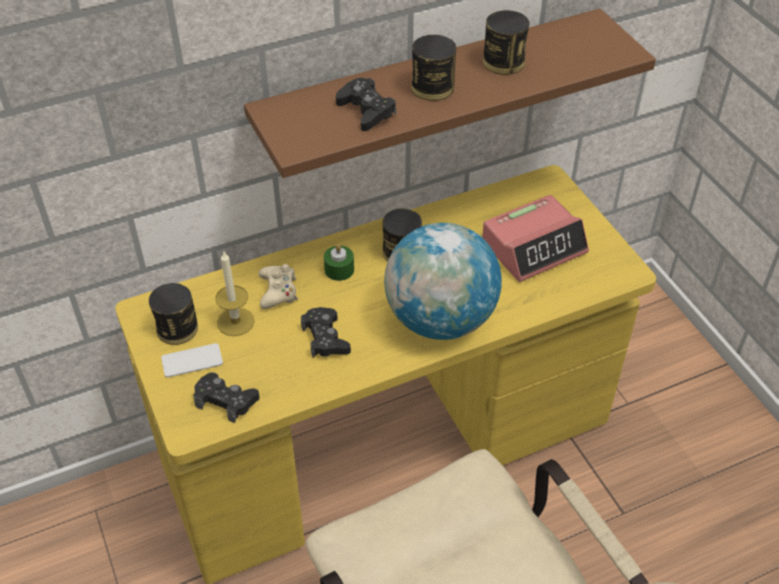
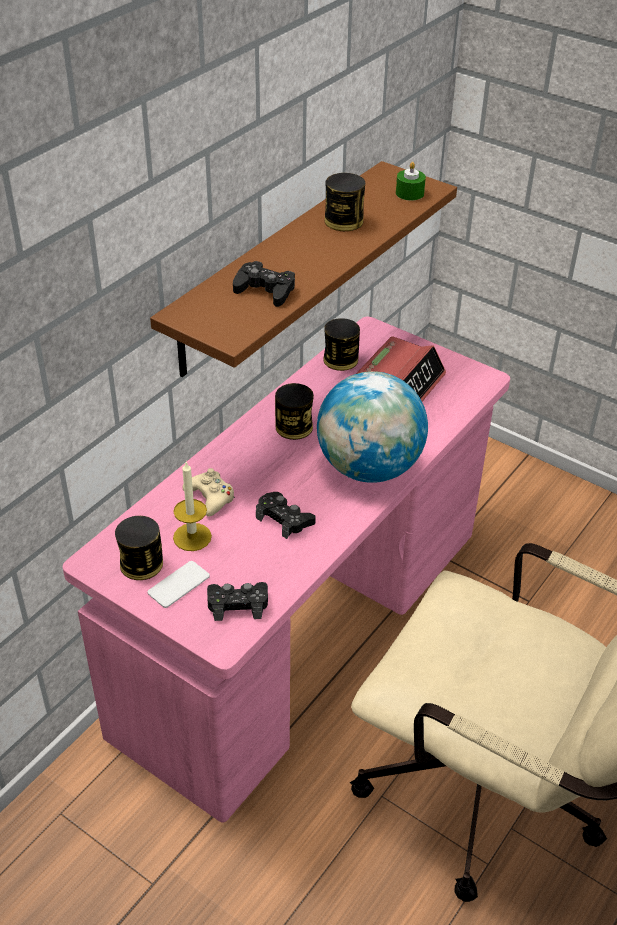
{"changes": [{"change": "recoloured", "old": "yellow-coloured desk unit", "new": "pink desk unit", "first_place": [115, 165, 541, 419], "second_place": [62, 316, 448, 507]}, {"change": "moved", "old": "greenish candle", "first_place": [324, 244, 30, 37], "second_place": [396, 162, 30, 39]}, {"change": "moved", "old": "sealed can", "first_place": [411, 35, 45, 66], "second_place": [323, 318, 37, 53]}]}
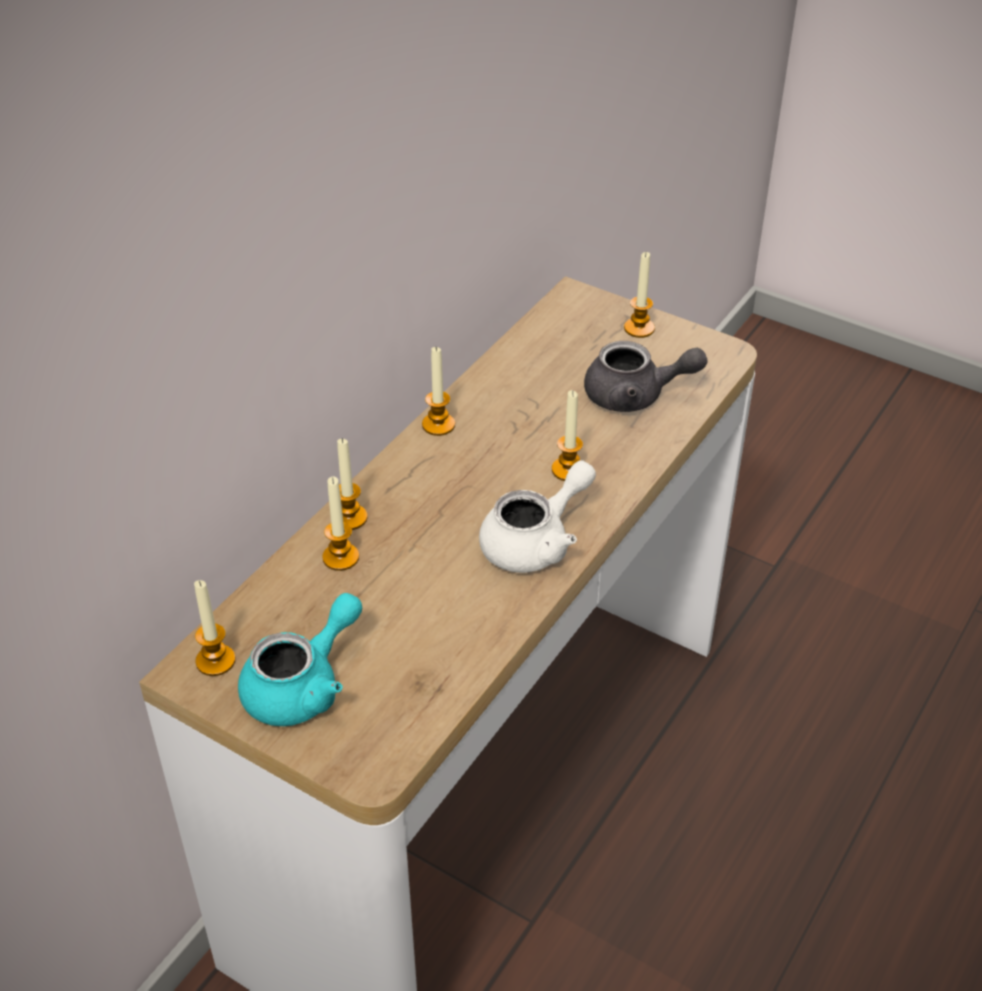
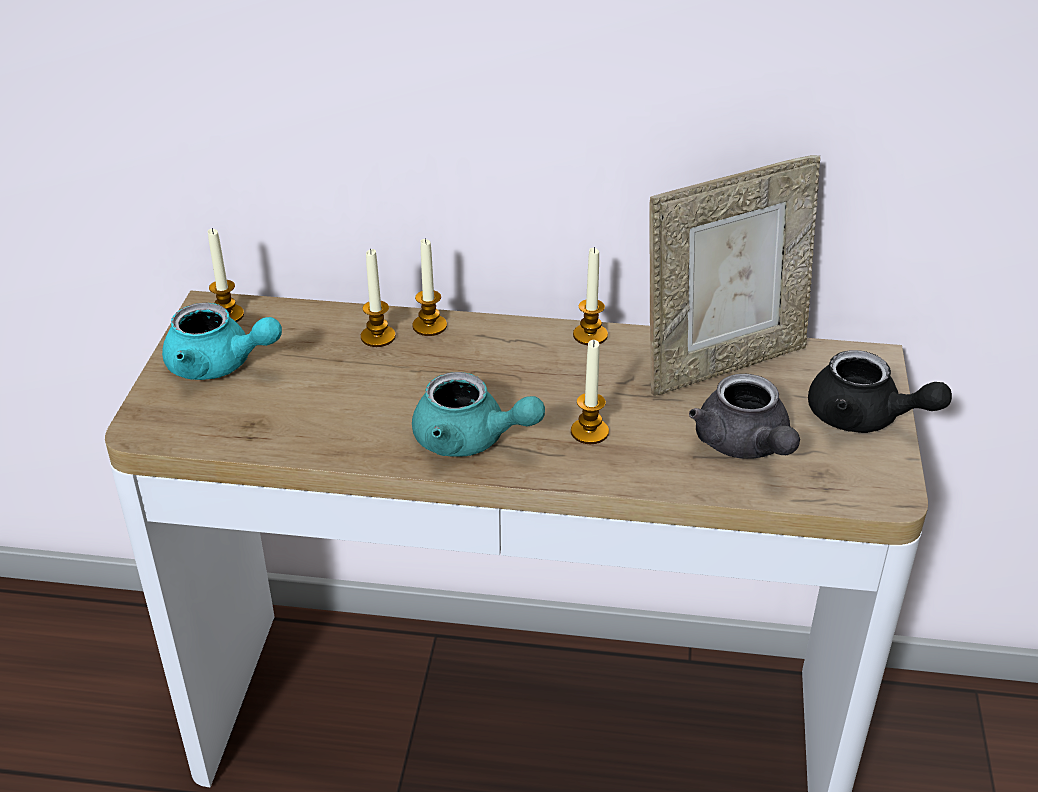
{"changes": [{"change": "recoloured", "old": "white tea pot", "new": "blue-green tea pot", "first_place": [479, 461, 117, 112], "second_place": [412, 372, 133, 85]}, {"change": "replaced", "old": "candle", "new": "black tea pot", "first_place": [624, 252, 31, 86], "second_place": [808, 350, 144, 83]}, {"change": "added", "new": "standing frame", "second_place": [649, 155, 171, 241]}]}
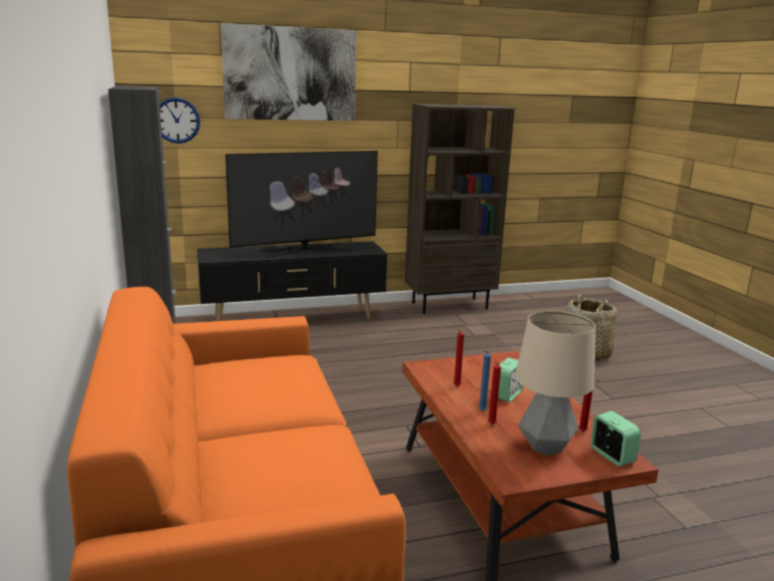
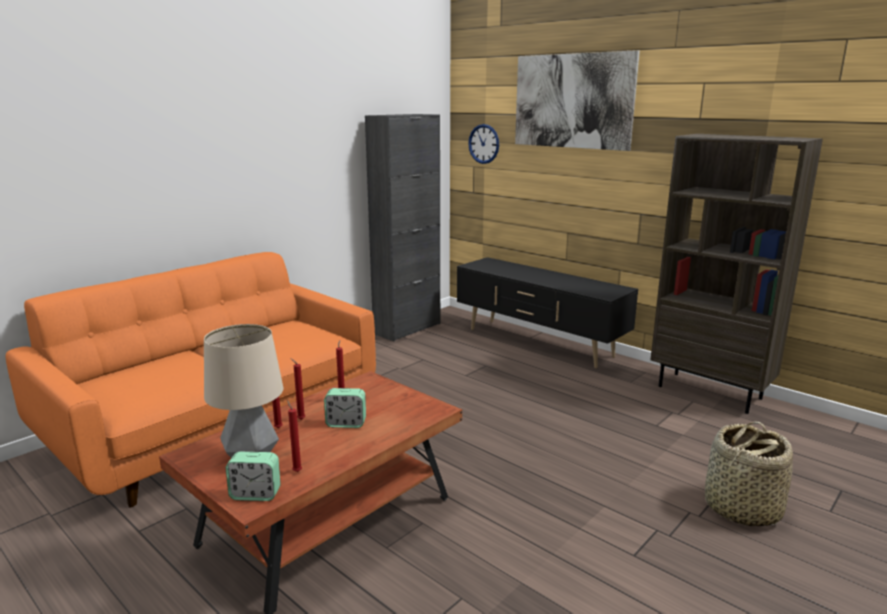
{"changes": [{"change": "removed", "old": "television", "first_place": [225, 151, 153, 107]}, {"change": "recoloured", "old": "blue-coloured candle", "new": "reddish candle", "first_place": [479, 350, 12, 61], "second_place": [290, 358, 15, 62]}, {"change": "turned", "old": "bedside clock", "first_place": [591, 411, 50, 55], "second_place": [226, 452, 55, 49], "degrees": 60}]}
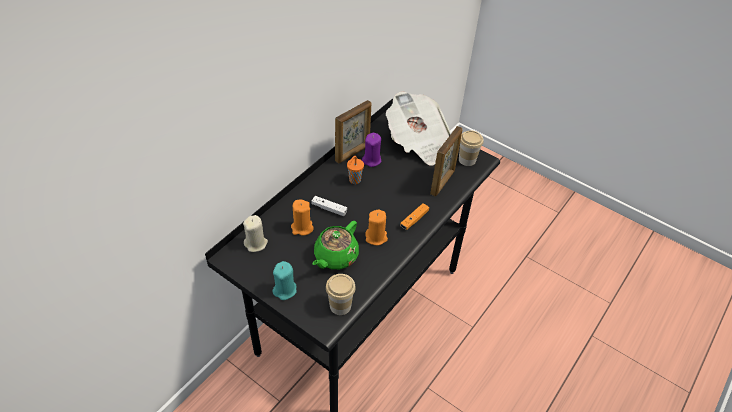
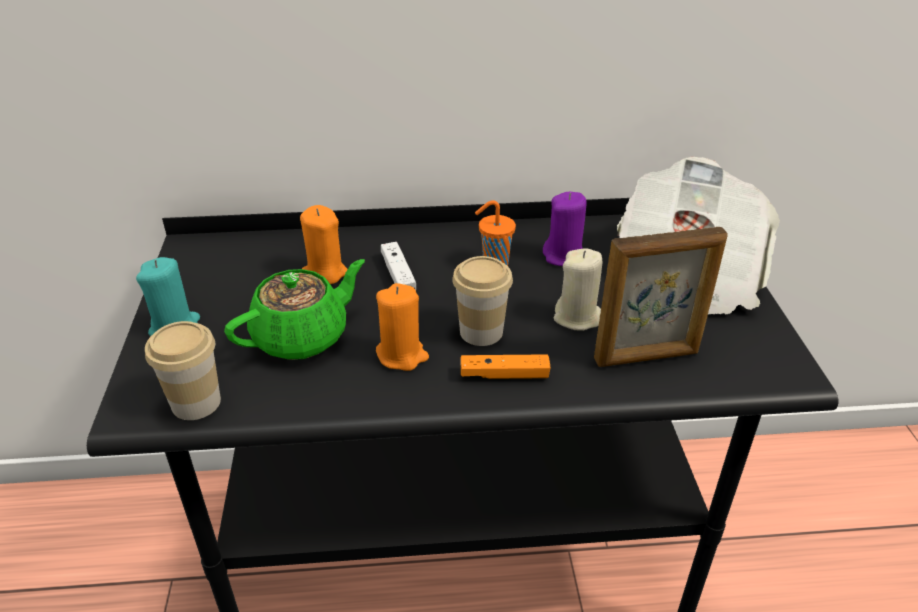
{"changes": [{"change": "moved", "old": "sand-coloured candle", "first_place": [243, 215, 25, 37], "second_place": [554, 248, 48, 82]}, {"change": "turned", "old": "greenish tea pot", "first_place": [312, 221, 47, 48], "second_place": [224, 259, 141, 101], "degrees": 150}, {"change": "removed", "old": "standing frame", "first_place": [335, 100, 37, 64]}, {"change": "moved", "old": "drinking cup", "first_place": [459, 131, 25, 35], "second_place": [452, 256, 61, 90]}]}
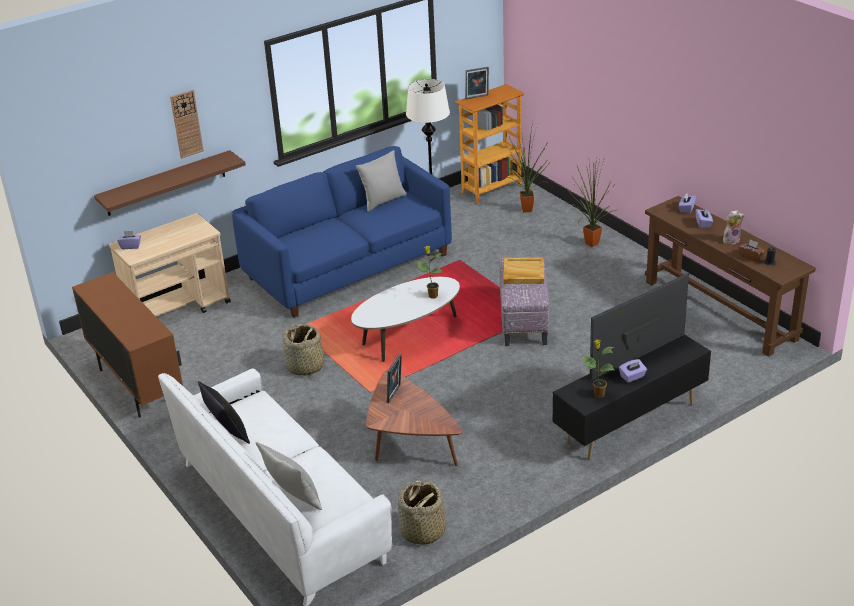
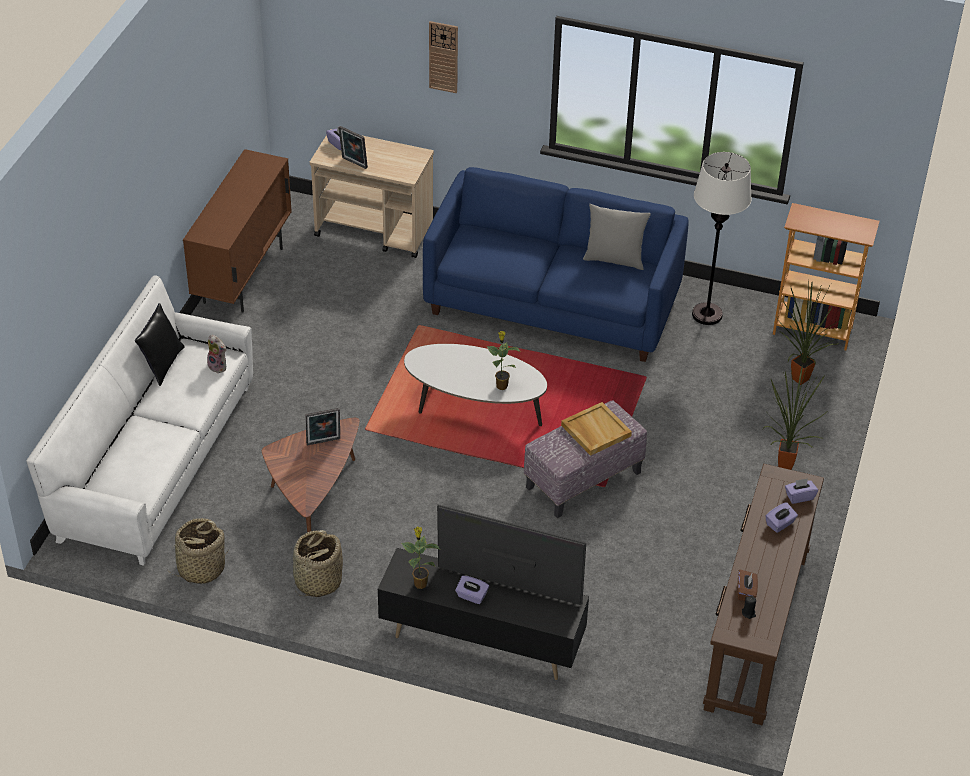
{"changes": [{"change": "removed", "old": "brown-coloured bracket shelf", "first_place": [94, 150, 152, 66]}, {"change": "removed", "old": "grey cushion", "first_place": [256, 442, 66, 68]}, {"change": "moved", "old": "household basket", "first_place": [283, 324, 42, 52], "second_place": [293, 530, 50, 67]}, {"change": "moved", "old": "standing frame", "first_place": [465, 67, 24, 32], "second_place": [338, 126, 30, 43]}, {"change": "moved", "old": "cuddly toy", "first_place": [723, 210, 22, 34], "second_place": [207, 335, 19, 38]}]}
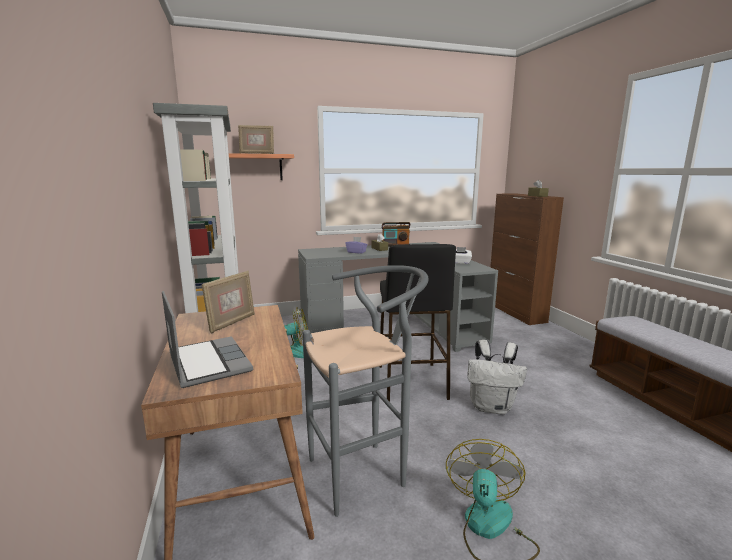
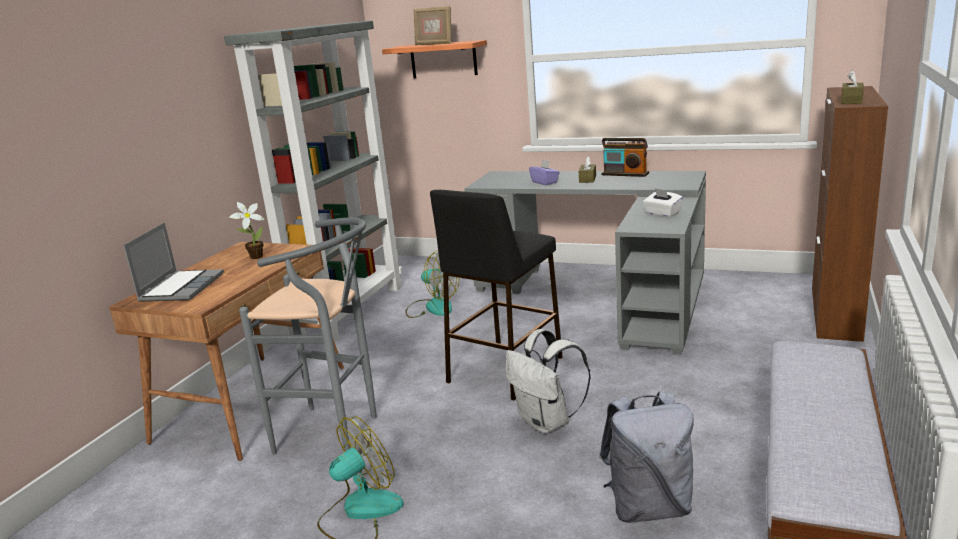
{"changes": [{"change": "replaced", "old": "standing frame", "new": "potted plant", "first_place": [202, 271, 53, 63], "second_place": [229, 202, 36, 57]}, {"change": "added", "new": "grey knapsack", "second_place": [599, 391, 95, 132]}]}
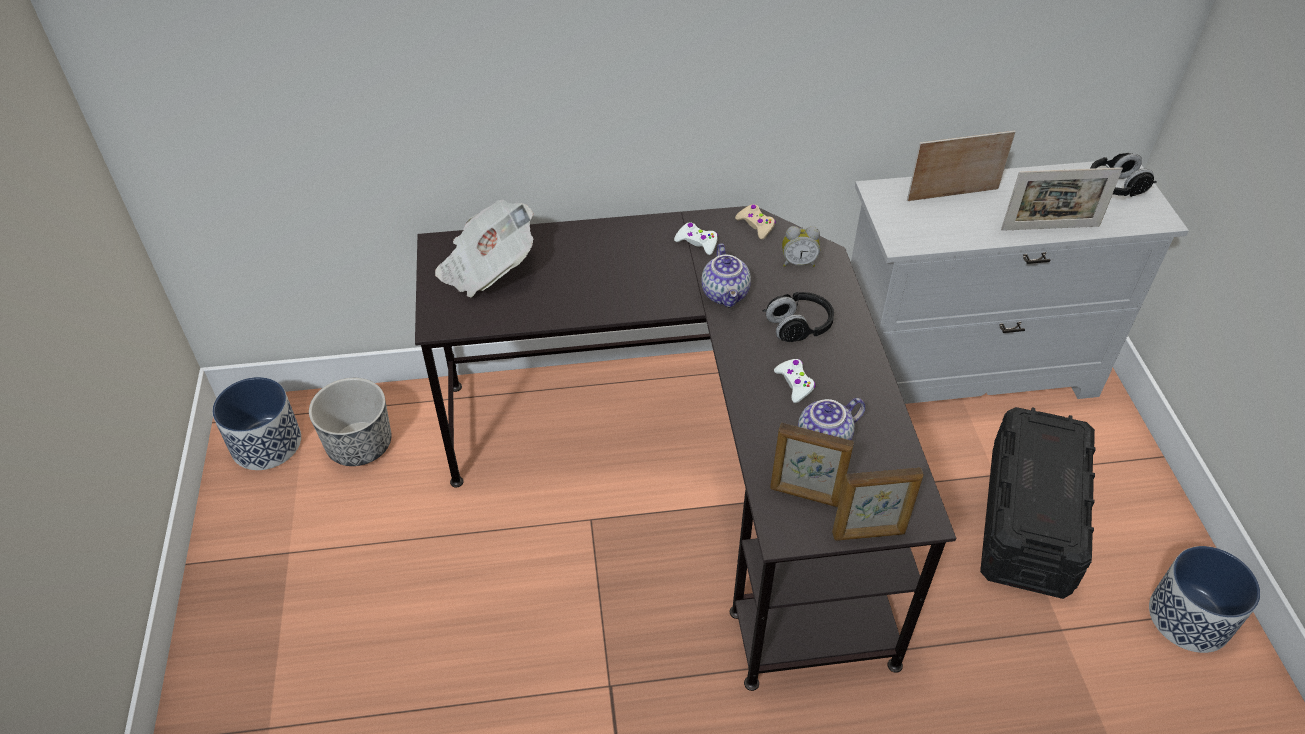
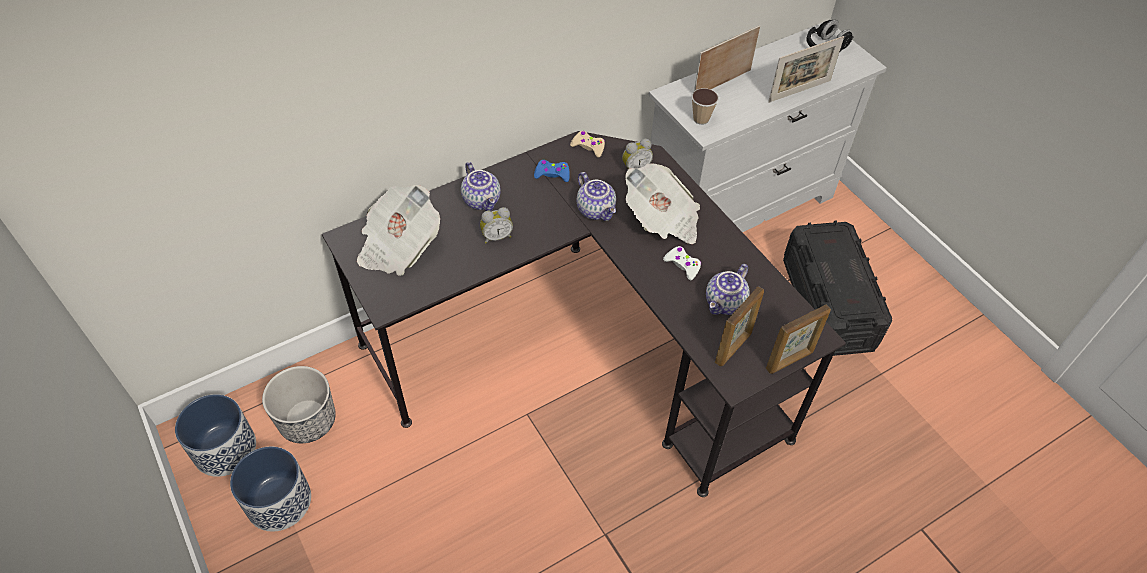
{"changes": [{"change": "recoloured", "old": "white joypad", "new": "blue-coloured joypad", "first_place": [674, 222, 44, 33], "second_place": [534, 160, 36, 22]}, {"change": "replaced", "old": "black pair of headphones", "new": "printed paper", "first_place": [763, 292, 71, 50], "second_place": [625, 163, 75, 81]}, {"change": "turned", "old": "standing frame", "first_place": [770, 423, 84, 84], "second_place": [715, 286, 49, 80], "degrees": -45}, {"change": "moved", "old": "flower pot", "first_place": [1149, 546, 111, 107], "second_place": [230, 446, 81, 86]}, {"change": "added", "new": "tea pot", "second_place": [461, 162, 40, 49]}, {"change": "added", "new": "bedside clock", "second_place": [480, 207, 33, 36]}, {"change": "added", "new": "drinking cup", "second_place": [692, 88, 27, 37]}]}
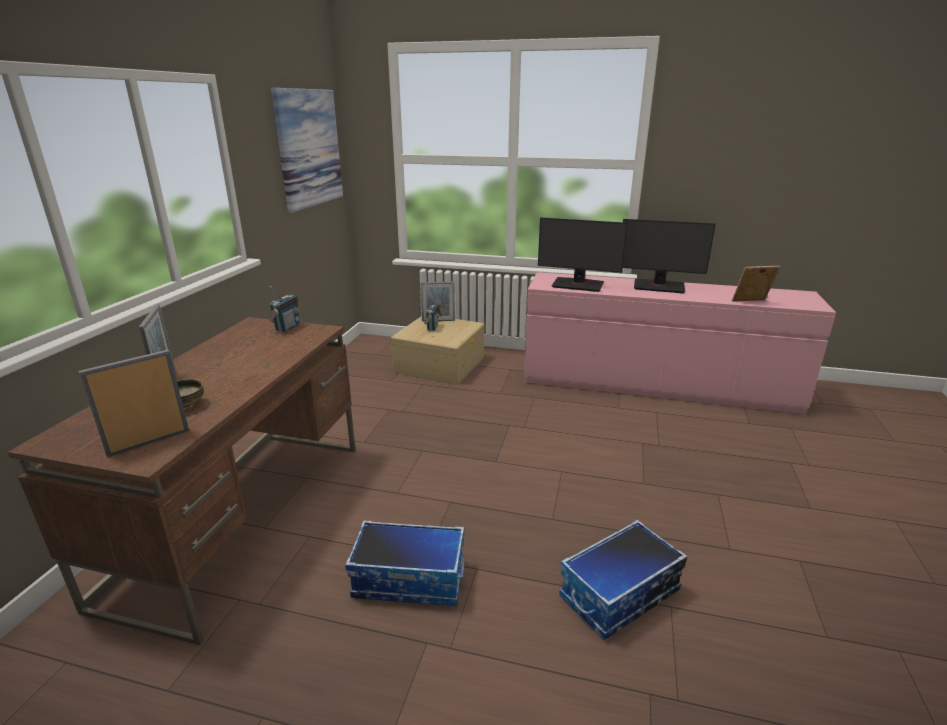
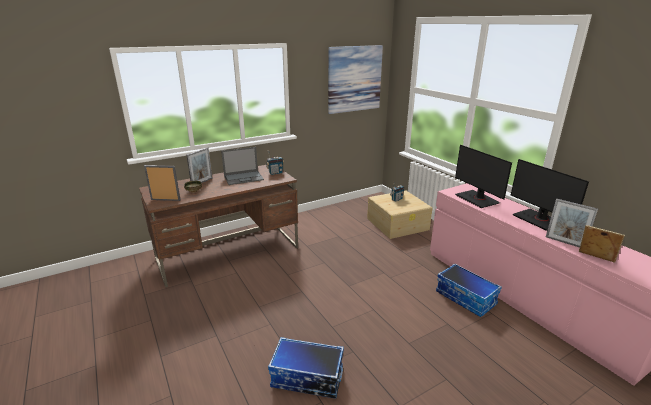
{"changes": [{"change": "moved", "old": "storage box", "first_place": [345, 520, 120, 86], "second_place": [436, 263, 66, 54]}, {"change": "moved", "old": "standing frame", "first_place": [420, 282, 35, 40], "second_place": [546, 198, 52, 50]}, {"change": "added", "new": "laptop", "second_place": [221, 147, 43, 38]}]}
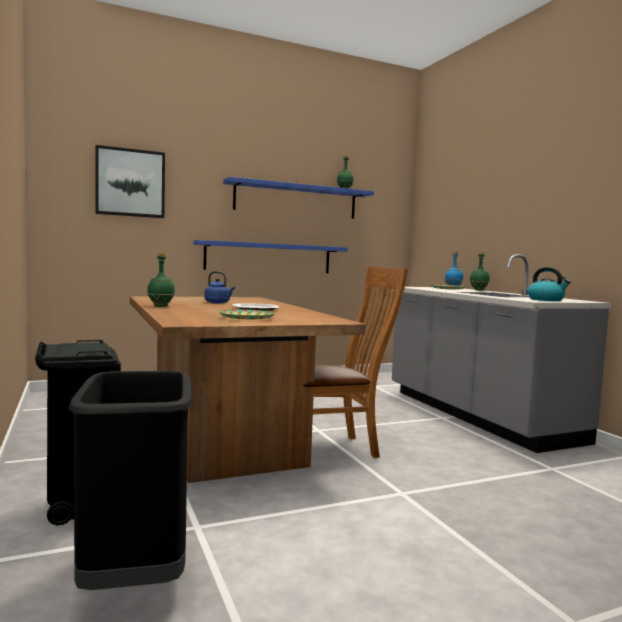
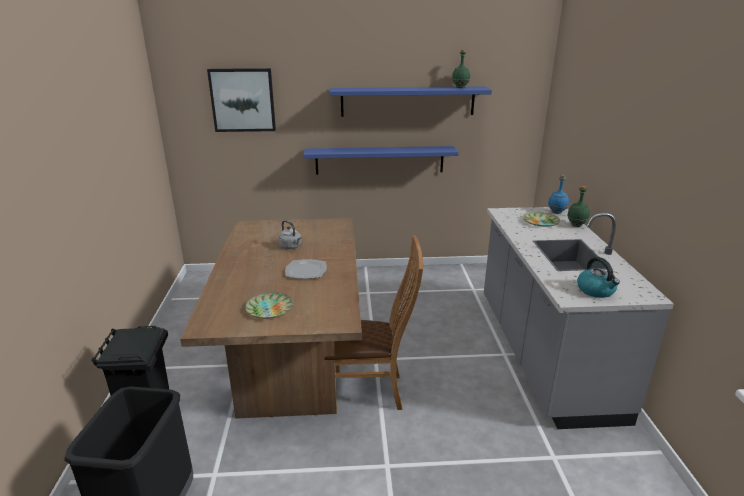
{"changes": [{"change": "removed", "old": "greenish bottle", "first_place": [147, 253, 28, 54]}, {"change": "recoloured", "old": "blue-coloured tea kettle", "new": "grey tea kettle", "first_place": [205, 271, 30, 32], "second_place": [278, 220, 24, 29]}]}
